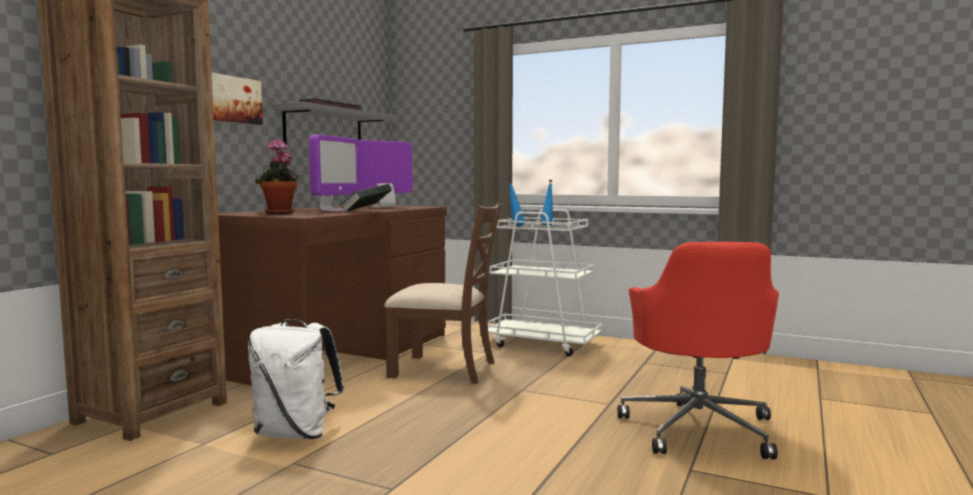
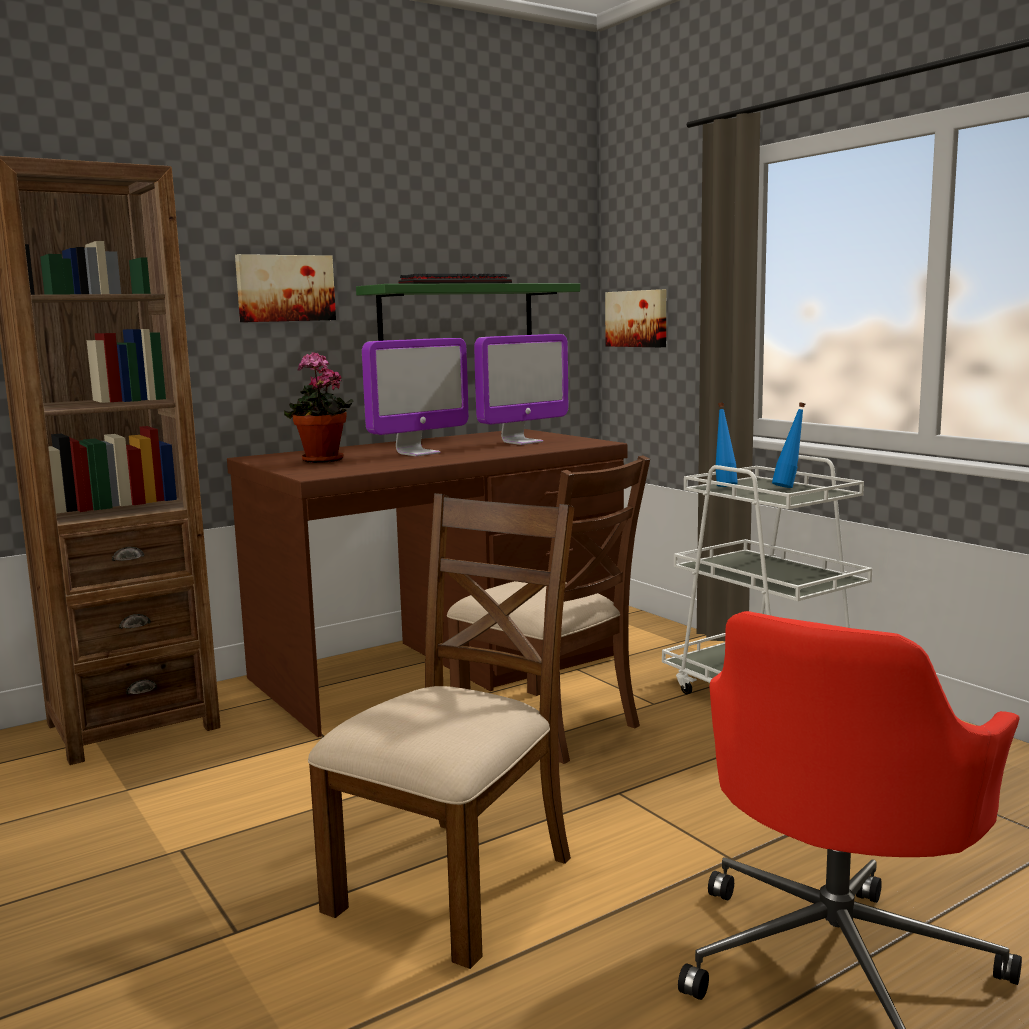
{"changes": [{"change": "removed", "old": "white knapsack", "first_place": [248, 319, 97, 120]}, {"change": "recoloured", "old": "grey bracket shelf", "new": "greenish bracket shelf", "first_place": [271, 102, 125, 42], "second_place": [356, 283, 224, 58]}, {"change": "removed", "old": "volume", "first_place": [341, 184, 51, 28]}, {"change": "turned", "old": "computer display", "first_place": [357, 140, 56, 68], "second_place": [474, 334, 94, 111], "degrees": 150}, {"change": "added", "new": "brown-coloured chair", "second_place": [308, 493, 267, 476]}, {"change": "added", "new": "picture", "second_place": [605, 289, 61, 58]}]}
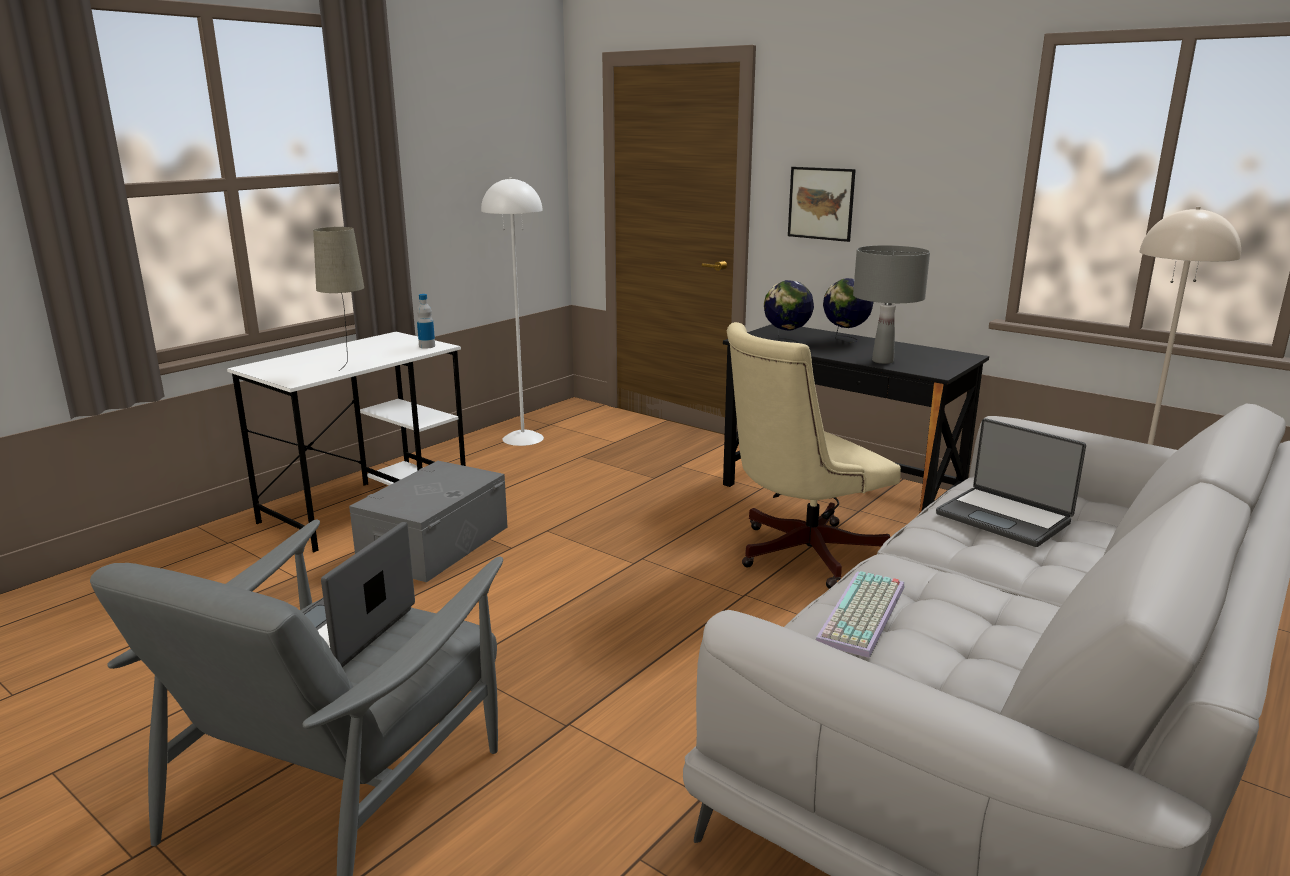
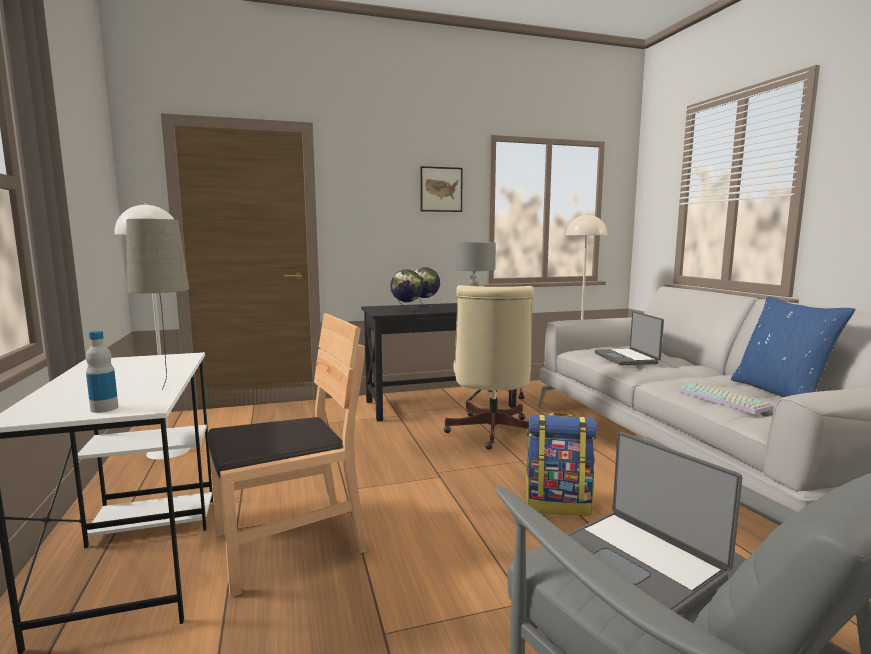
{"changes": [{"change": "replaced", "old": "grey storage box", "new": "brown-coloured chair", "first_place": [349, 461, 159, 122], "second_place": [207, 313, 161, 284]}, {"change": "moved", "old": "bottle", "first_place": [417, 294, 18, 55], "second_place": [86, 331, 32, 82]}, {"change": "moved", "old": "picture", "first_place": [788, 167, 68, 75], "second_place": [420, 166, 43, 46]}, {"change": "turned", "old": "laptop", "first_place": [936, 418, 150, 129], "second_place": [594, 311, 70, 54], "degrees": 90}, {"change": "added", "new": "knapsack", "second_place": [525, 412, 72, 103]}, {"change": "added", "new": "blue-coloured cushion", "second_place": [731, 296, 124, 101]}]}
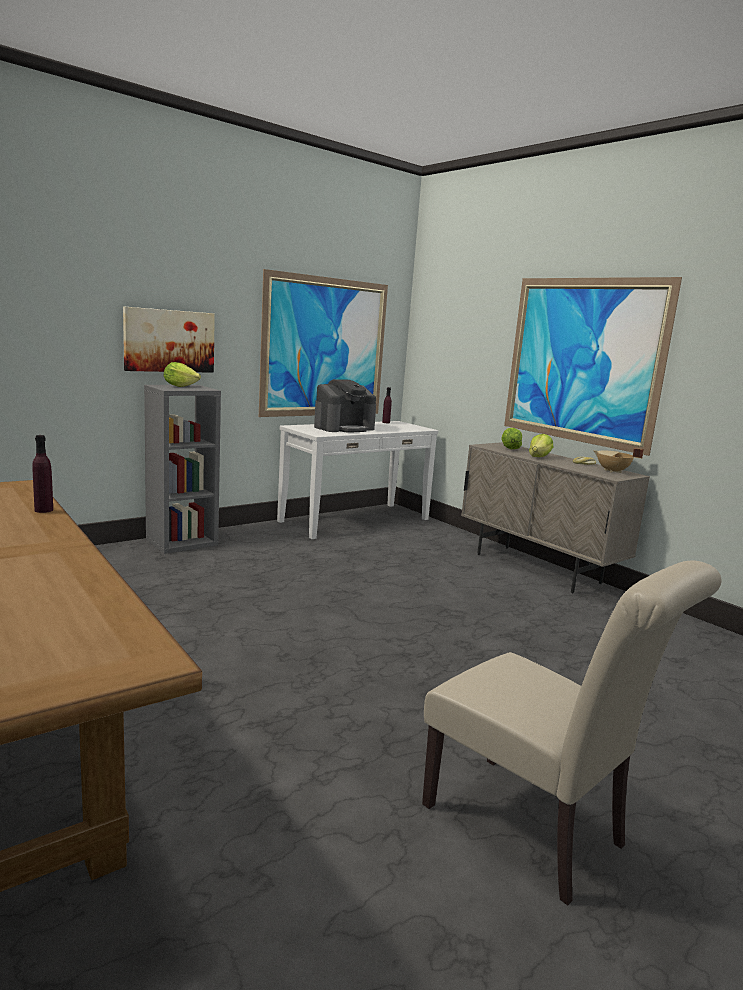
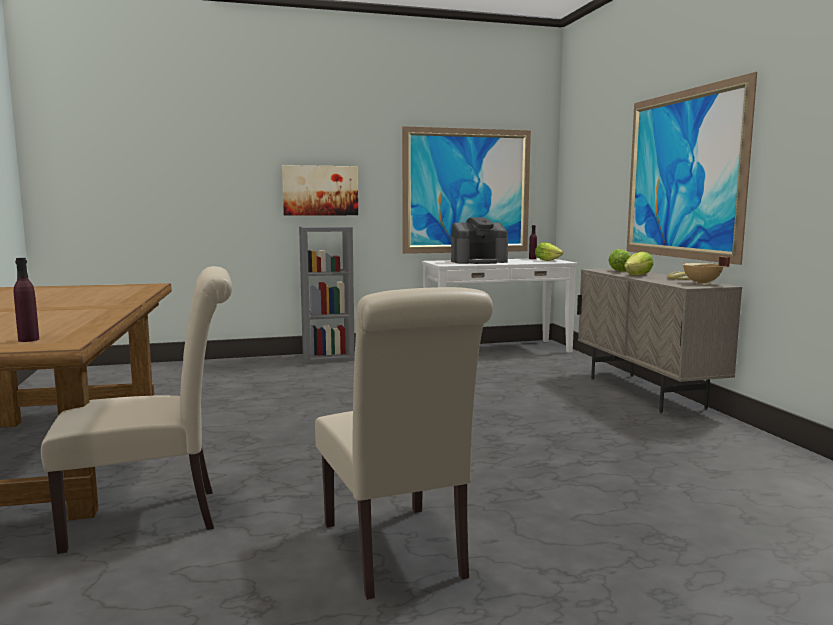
{"changes": [{"change": "moved", "old": "purplish bottle", "first_place": [32, 435, 21, 78], "second_place": [14, 258, 25, 84]}, {"change": "moved", "old": "lettuce head", "first_place": [164, 362, 37, 25], "second_place": [535, 242, 28, 19]}, {"change": "added", "new": "sand-coloured chair", "second_place": [41, 266, 191, 288]}]}
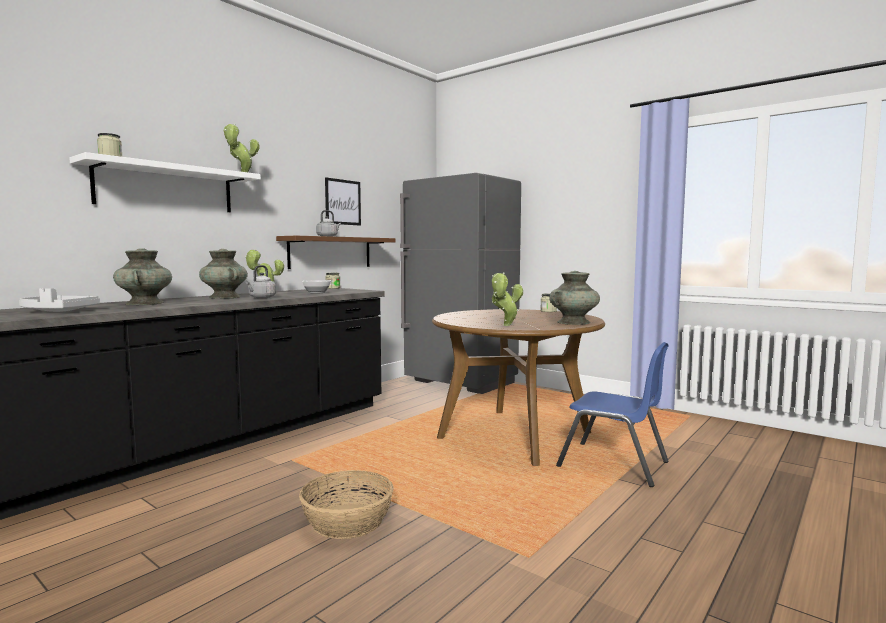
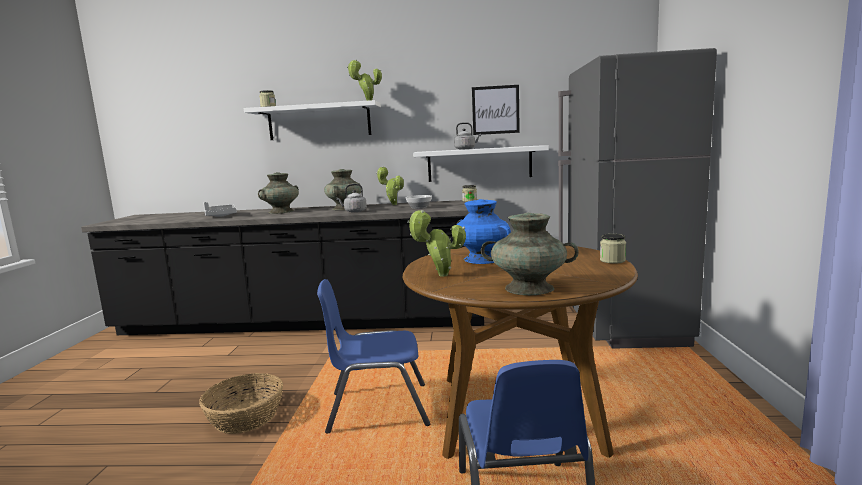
{"changes": [{"change": "recoloured", "old": "brown-coloured bracket shelf", "new": "white bracket shelf", "first_place": [276, 236, 120, 33], "second_place": [413, 145, 136, 37]}, {"change": "added", "new": "blue-coloured chair", "second_place": [317, 279, 113, 155]}, {"change": "added", "new": "blue-coloured vase", "second_place": [456, 199, 55, 65]}]}
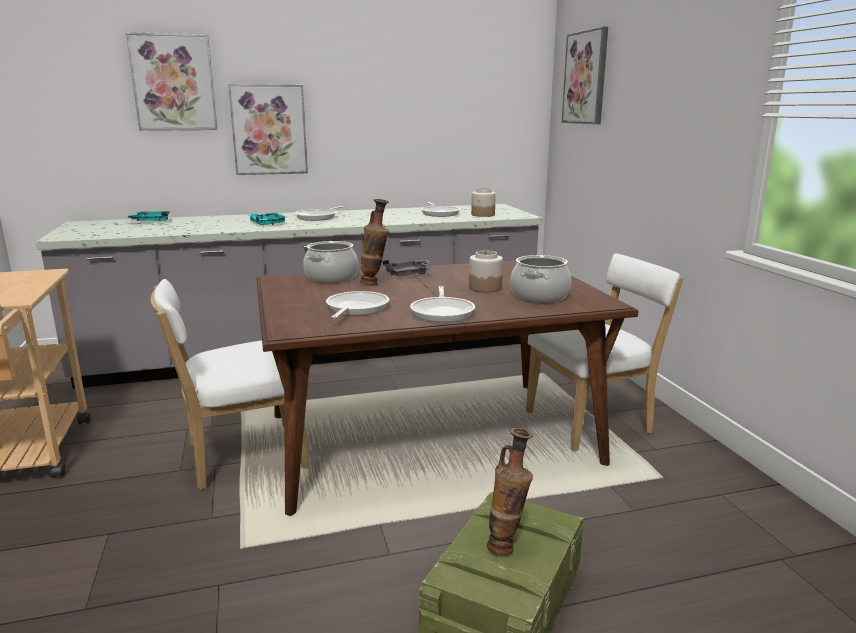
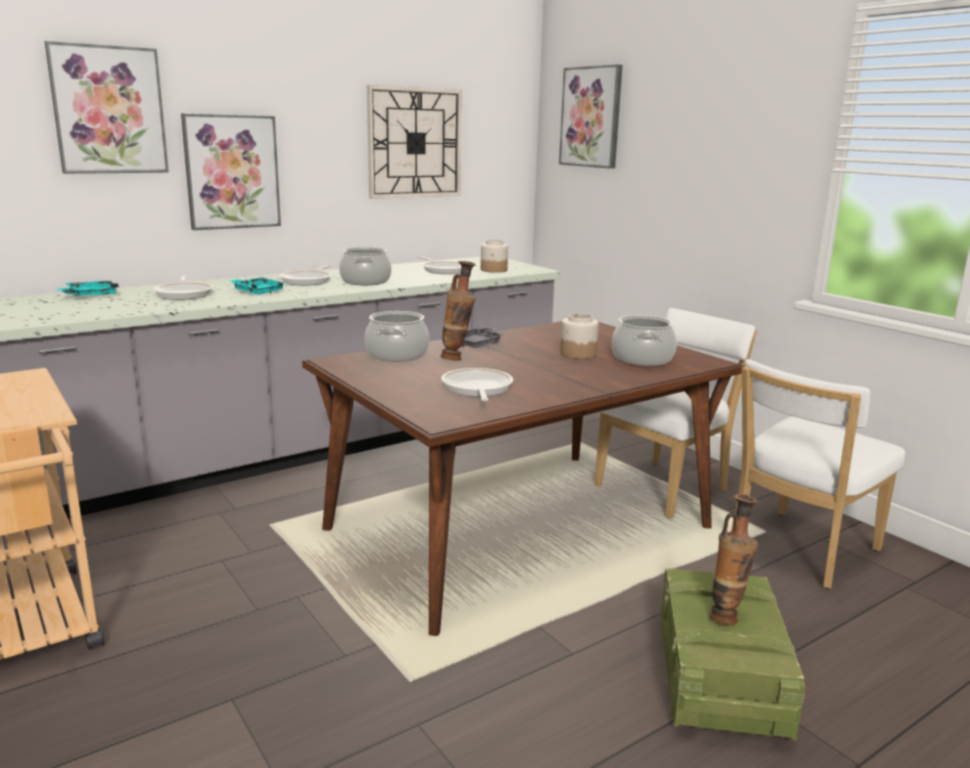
{"changes": [{"change": "moved", "old": "white chair", "first_place": [151, 279, 158, 211], "second_place": [731, 359, 175, 230]}, {"change": "moved", "old": "skillet", "first_place": [410, 286, 65, 36], "second_place": [153, 275, 60, 25]}, {"change": "added", "new": "stockpot", "second_place": [339, 247, 52, 38]}, {"change": "added", "new": "hanging clock", "second_place": [367, 85, 95, 114]}]}
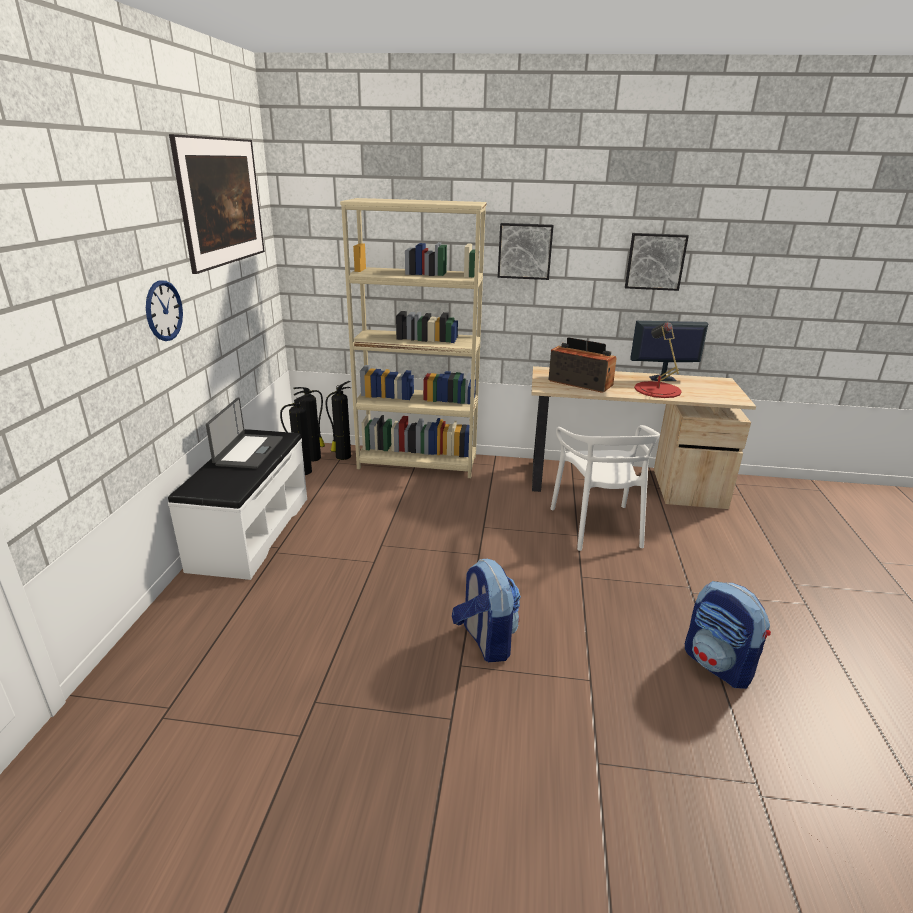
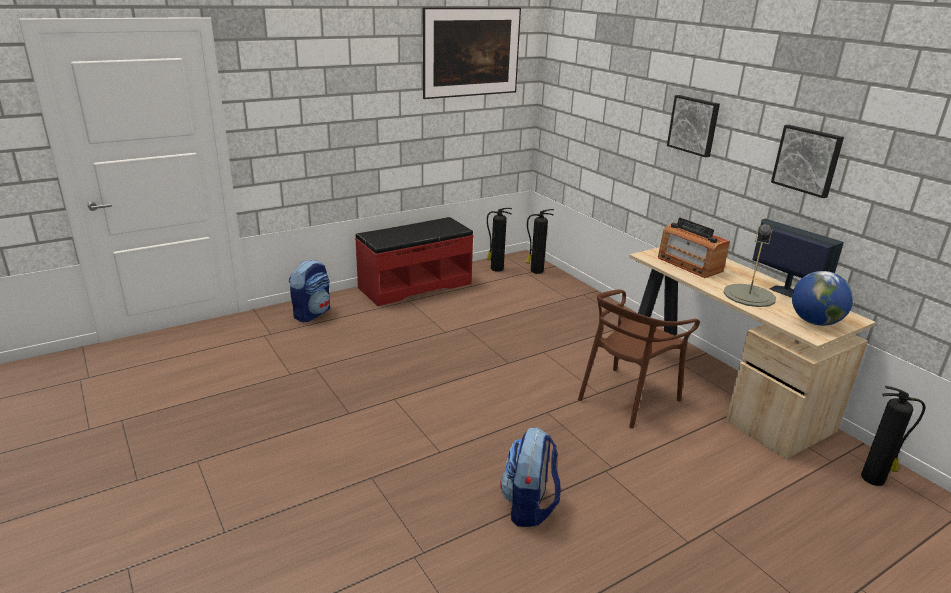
{"changes": [{"change": "removed", "old": "hanging clock", "first_place": [146, 280, 37, 61]}, {"change": "recoloured", "old": "white indoor bench", "new": "reddish indoor bench", "first_place": [168, 429, 139, 151], "second_place": [355, 217, 119, 89]}, {"change": "removed", "old": "laptop", "first_place": [206, 398, 77, 71]}, {"change": "moved", "old": "fire extinguisher", "first_place": [293, 387, 32, 75], "second_place": [861, 386, 64, 100]}, {"change": "removed", "old": "sand-coloured shelving unit", "first_place": [340, 198, 147, 280]}, {"change": "moved", "old": "knapsack", "first_place": [452, 559, 69, 103], "second_place": [289, 259, 41, 63]}, {"change": "turned", "old": "radio set", "first_place": [548, 337, 68, 56], "second_place": [658, 218, 72, 60], "degrees": 150}, {"change": "recoloured", "old": "white chair", "new": "brown-coloured chair", "first_place": [550, 425, 110, 126], "second_place": [578, 289, 122, 140]}, {"change": "recoloured", "old": "reddish table lamp", "new": "grey table lamp", "first_place": [634, 322, 48, 76], "second_place": [723, 224, 53, 83]}, {"change": "added", "new": "globe", "second_place": [792, 271, 61, 55]}]}
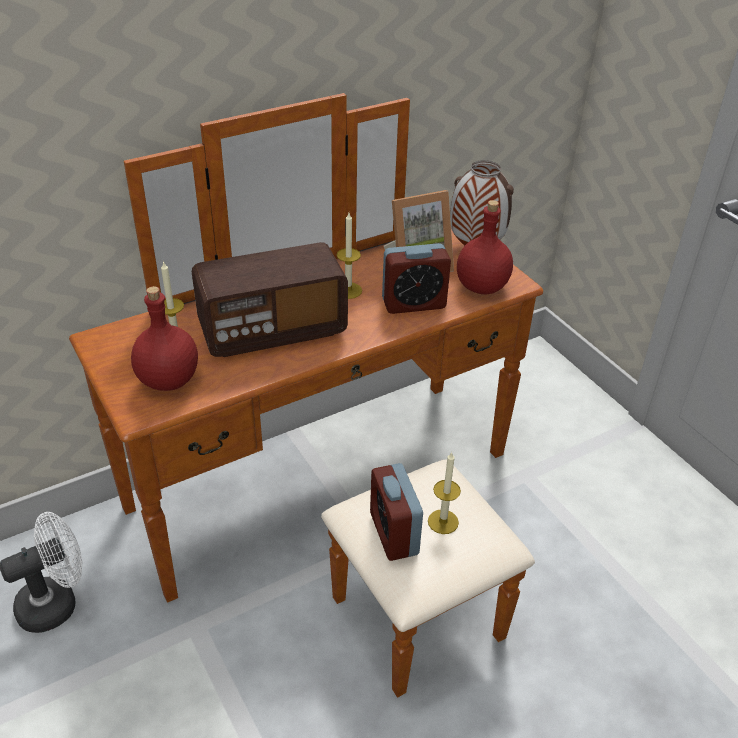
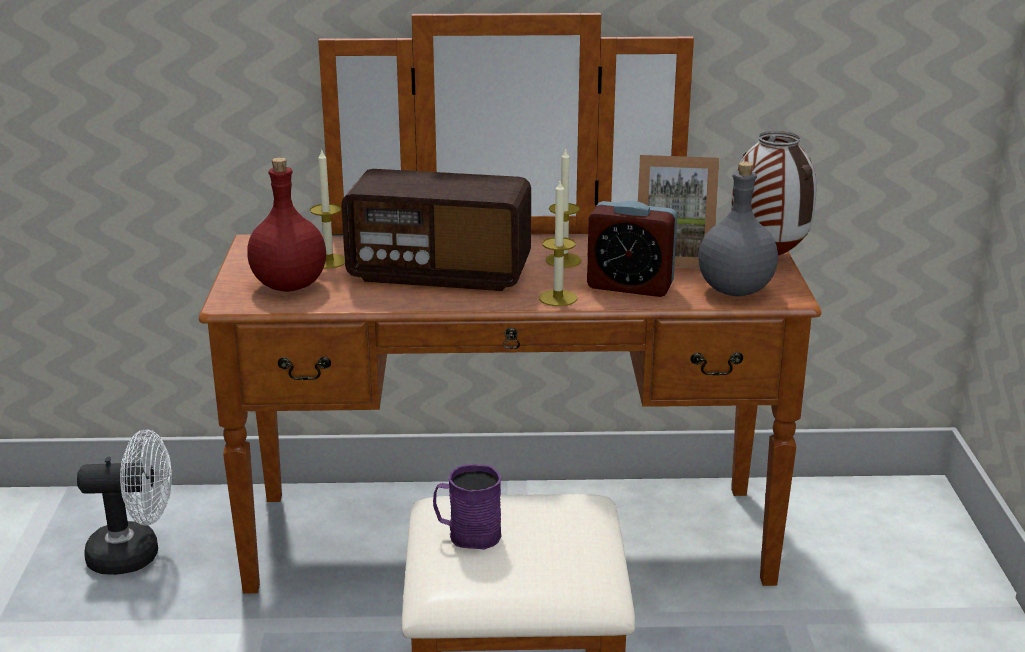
{"changes": [{"change": "replaced", "old": "bedside clock", "new": "purplish tea mug", "first_place": [370, 463, 53, 98], "second_place": [433, 464, 68, 86]}, {"change": "moved", "old": "candle", "first_place": [428, 452, 33, 82], "second_place": [539, 181, 38, 125]}, {"change": "recoloured", "old": "reddish bottle", "new": "grey bottle", "first_place": [457, 200, 56, 95], "second_place": [698, 161, 80, 135]}]}
